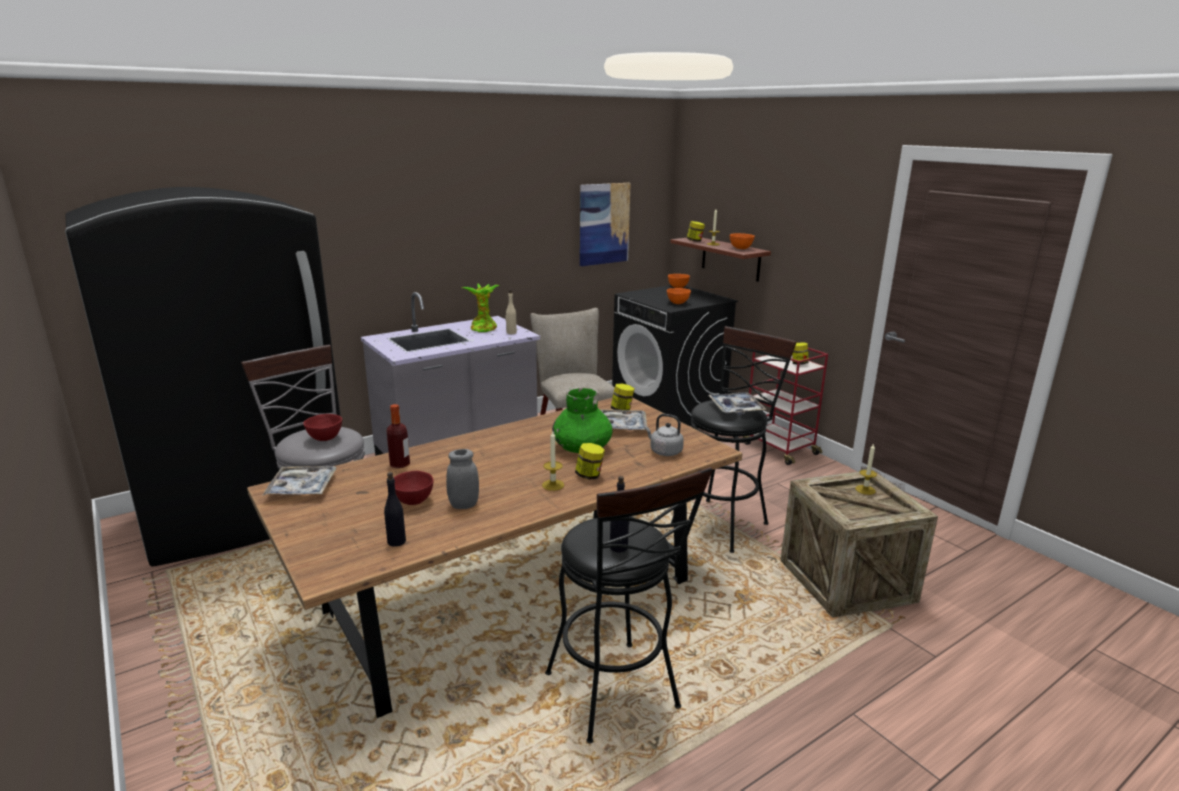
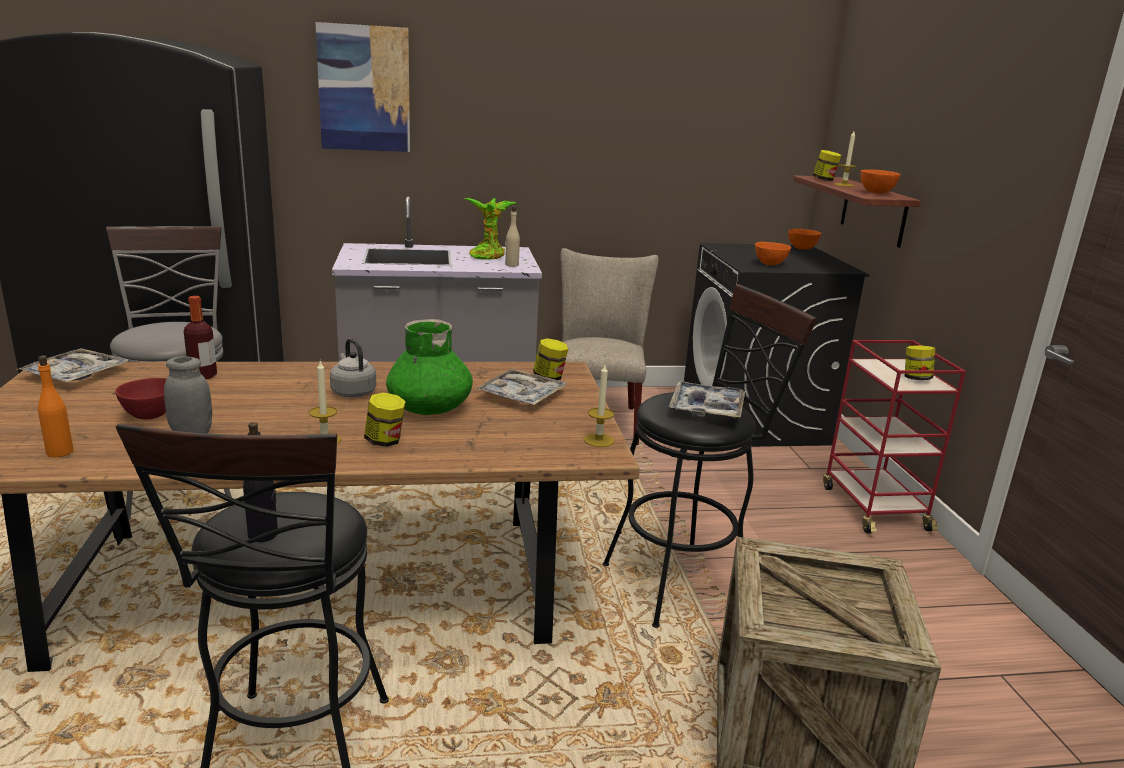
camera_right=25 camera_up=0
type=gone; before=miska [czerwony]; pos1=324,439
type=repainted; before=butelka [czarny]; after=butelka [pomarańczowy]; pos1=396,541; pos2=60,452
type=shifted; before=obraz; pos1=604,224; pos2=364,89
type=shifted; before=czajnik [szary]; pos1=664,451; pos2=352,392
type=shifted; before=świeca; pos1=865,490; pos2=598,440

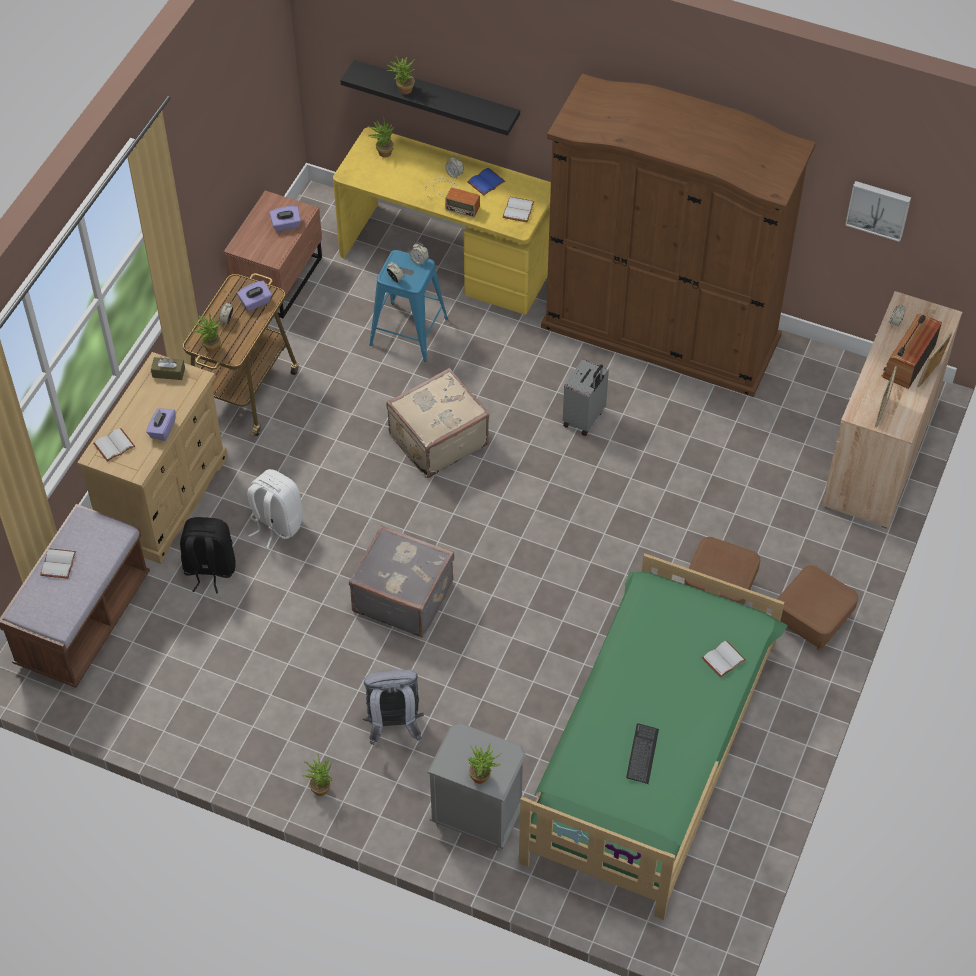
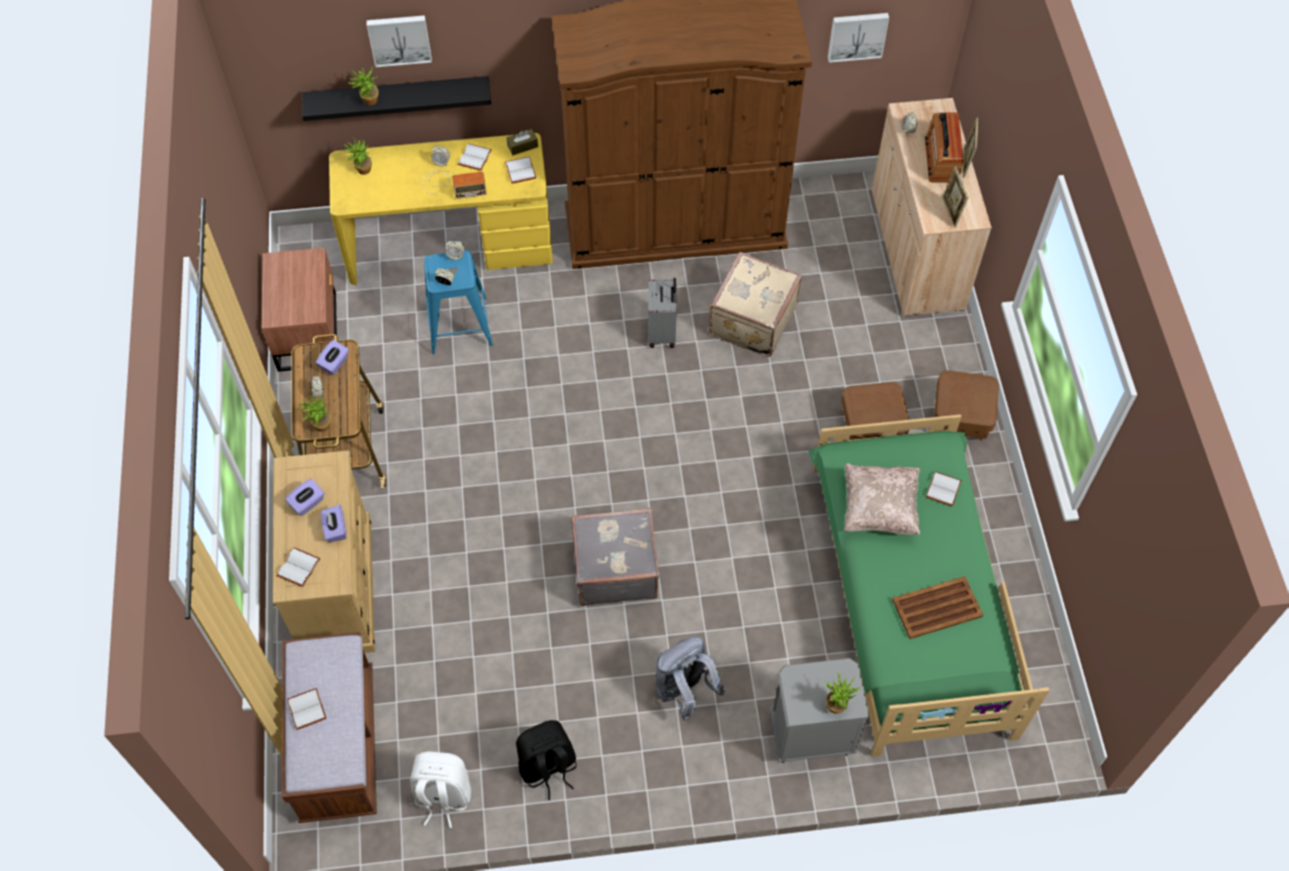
camera_right=-30 camera_up=5
type=shifted; before=pudełko chusteczek [brązowy]; pos1=168,372; pos2=522,146
type=shifted; before=plecak [czarny]; pos1=209,569; pos2=548,768
type=shifted; before=plecak [biały]; pos1=275,523; pos2=442,795
type=shifted; before=pudełko chusteczek [fioletowy]; pos1=286,225; pos2=307,503
type=gone; before=roślina doniczkowa; pos1=320,786
type=shifted; before=walizka [beżowy]; pos1=437,439; pos2=751,320
type=repainted; before=książka [niebieski]; after=książka [biały]; pos1=486,183; pos2=475,158
type=swapped; before=klawiatura; after=taca [brązowy]; pos1=642,754; pos2=936,608
type=new; after=obraz; pos2=399,39
type=new; after=poduszka [beżowy]; pos2=879,509

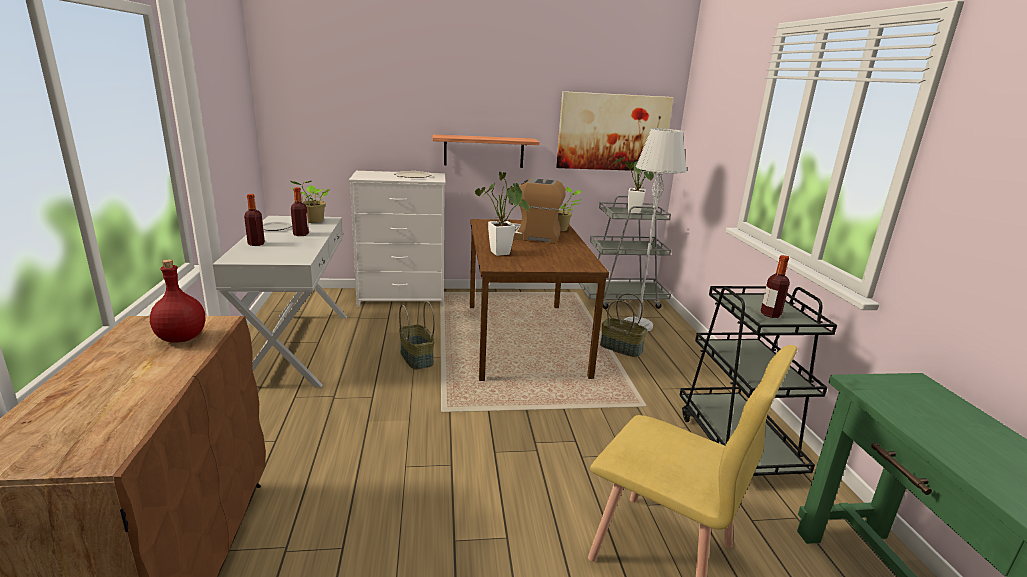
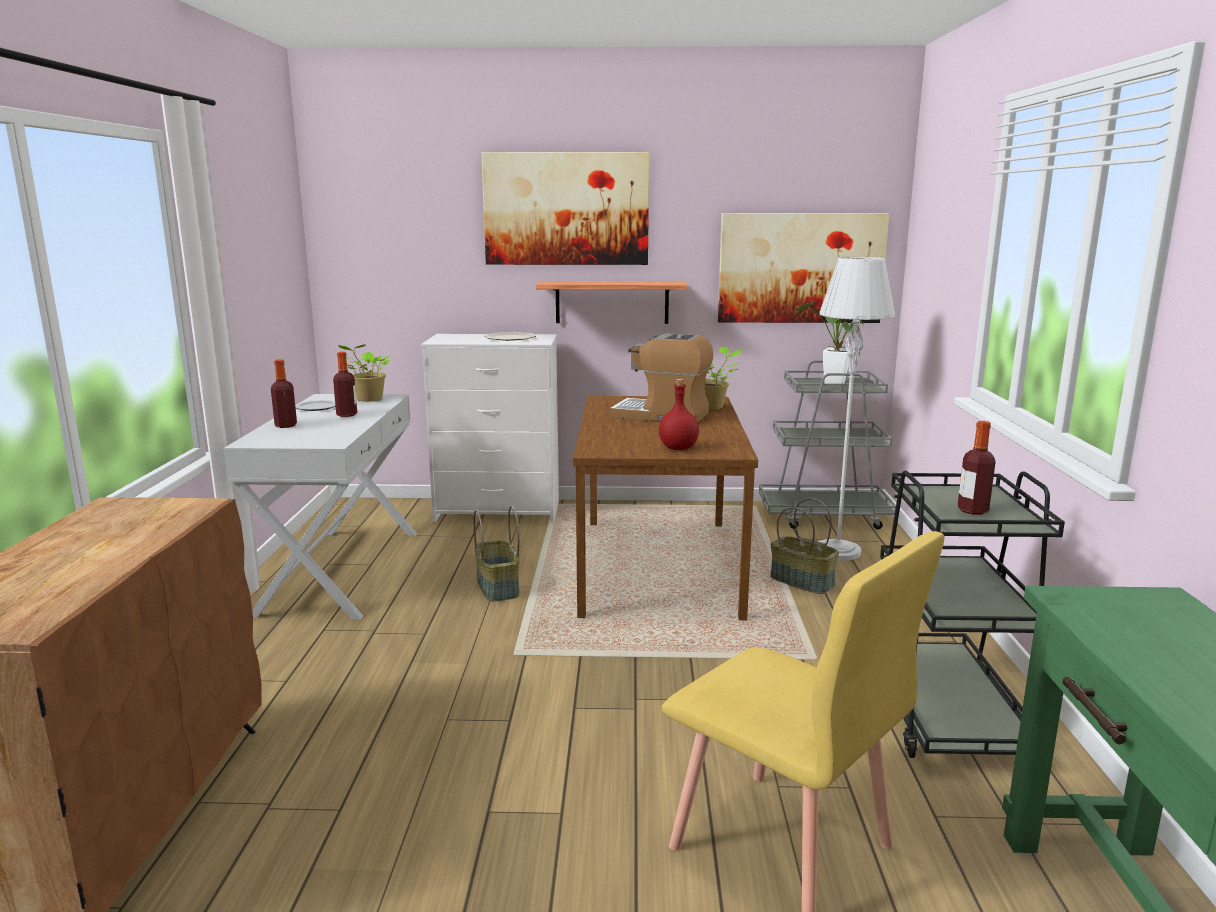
camera_right=10 camera_up=-5
type=shifted; before=butelka [czerwony]; pos1=181,338; pos2=677,448
type=gone; before=roślina doniczkowa; pos1=501,254
type=new; after=obraz; pos2=566,209

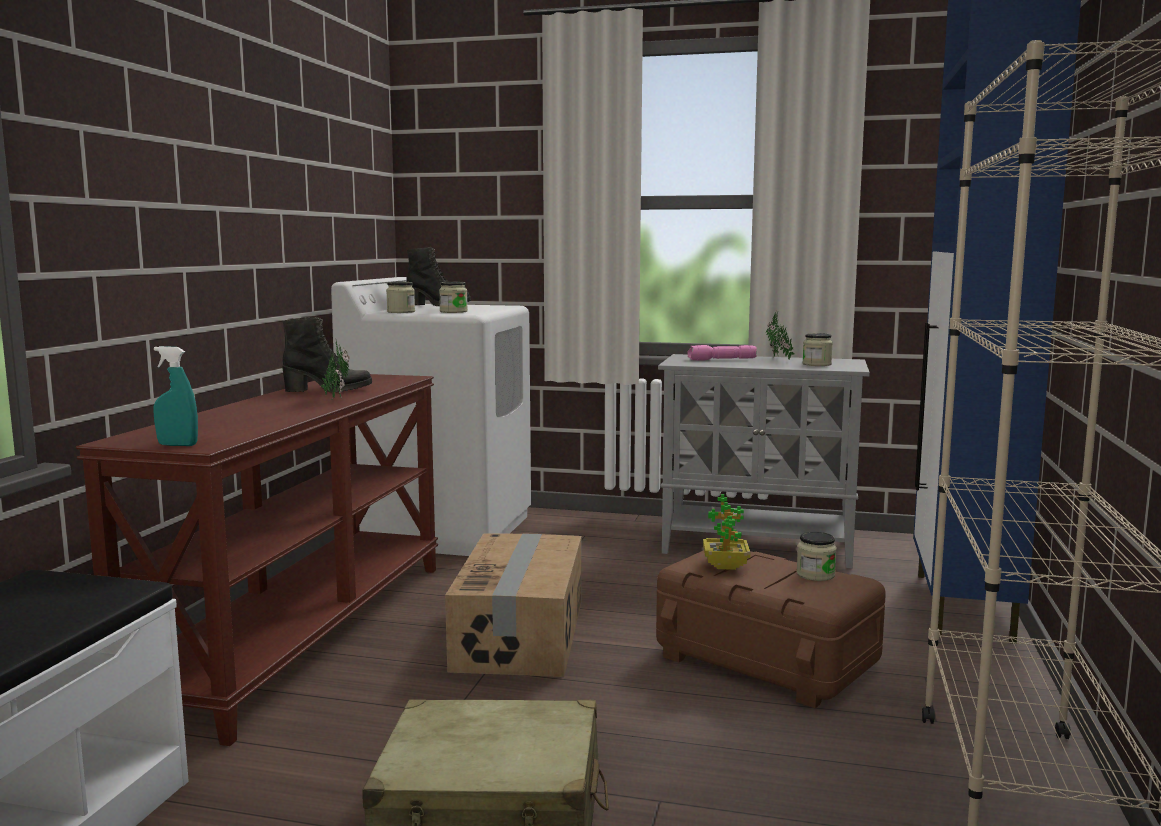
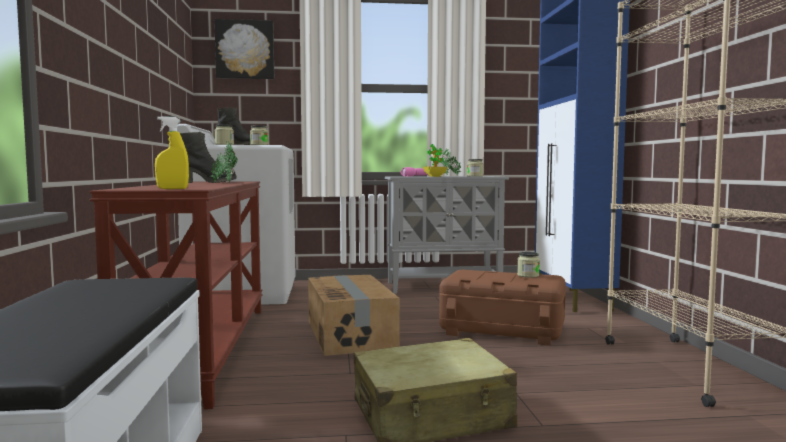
camera_right=-20 camera_up=-5
type=repainted; before=spryskiwacz [turkusowy]; after=spryskiwacz [żółty]; pos1=177,445; pos2=172,189
type=shifted; before=roślina doniczkowa; pos1=725,566; pos2=435,176
type=new; after=obraz; pos2=245,50

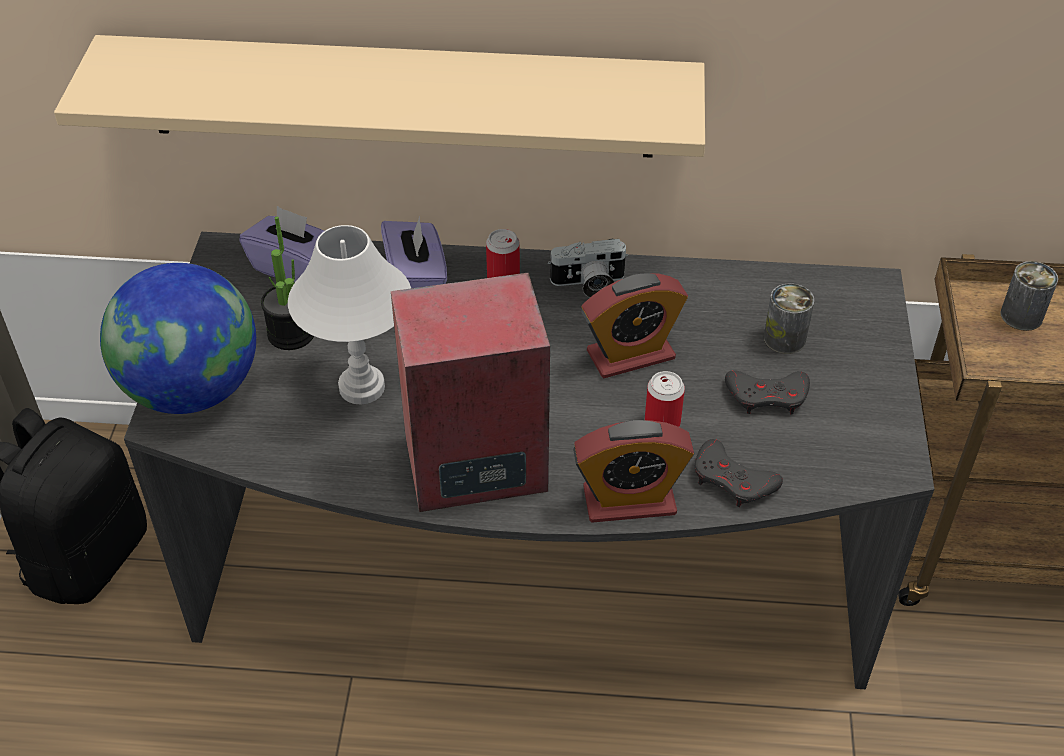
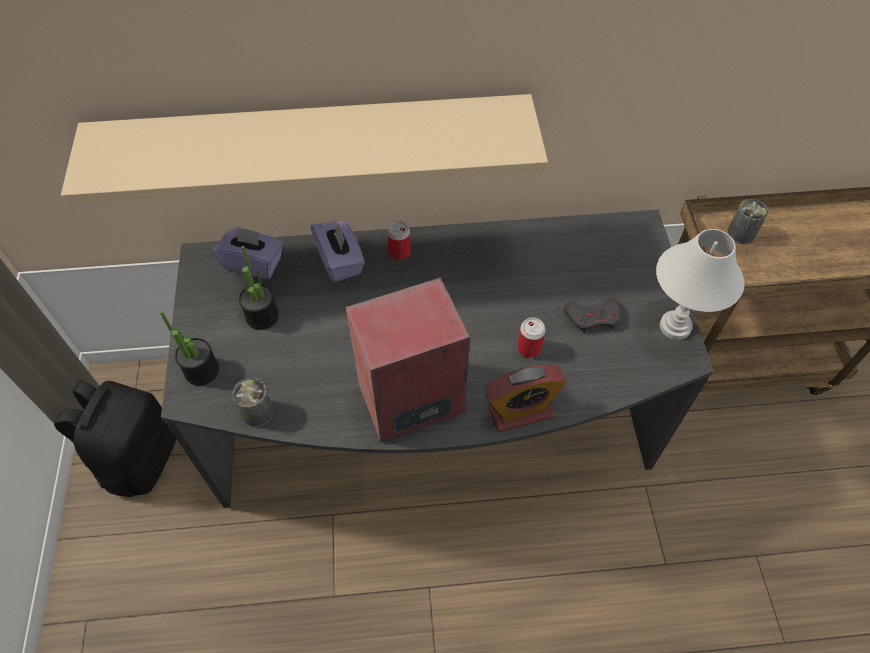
camera_right=-10 camera_up=10
type=swapped; before=globus; after=roślina doniczkowa; pos1=192,389; pos2=202,370
type=shifted; before=lampa stołowa [biały]; pos1=361,387; pos2=674,326
type=gone; before=aparat fotograficzny; pos1=589,284
type=gone; before=budzik; pos1=630,355
type=gone; before=pad do gier [szary]; pos1=733,480
type=shifted; before=puszka; pos1=784,339; pos2=258,412

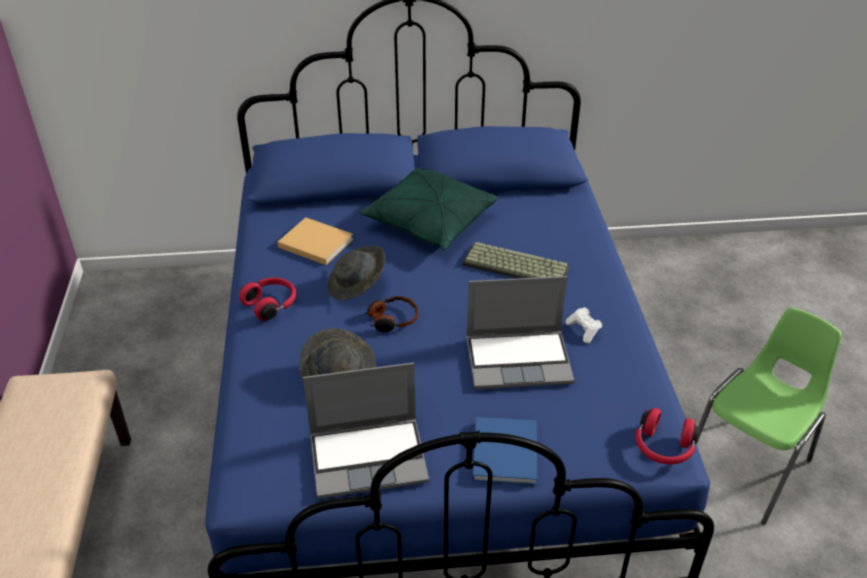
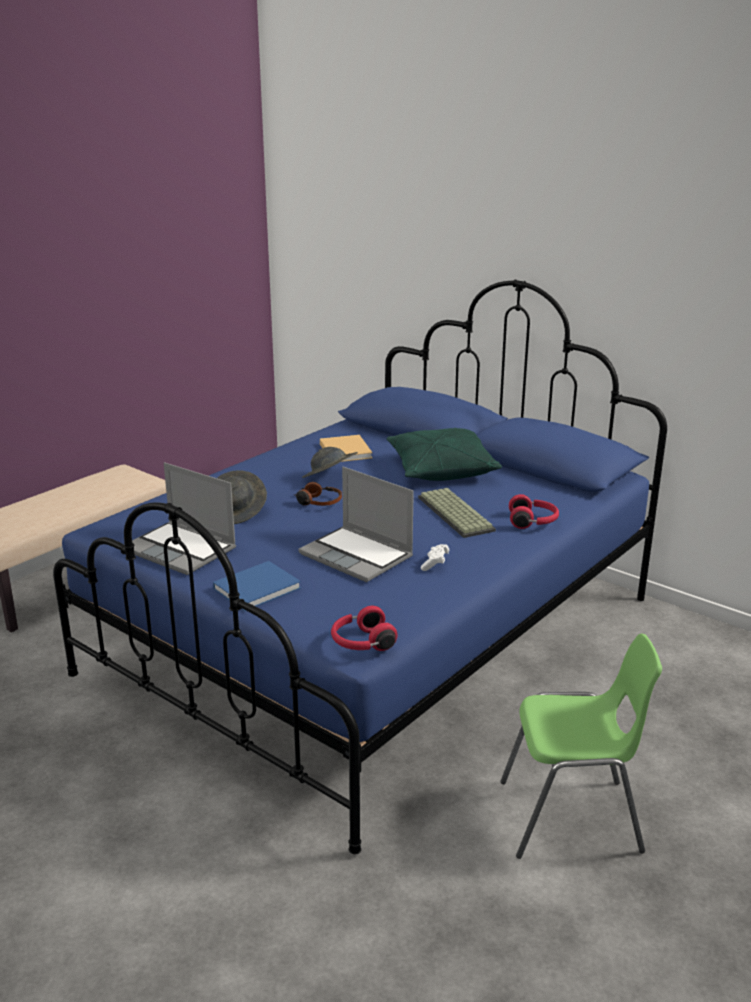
camera_right=45 camera_up=-15
type=shifted; before=słuchawki [czerwony]; pos1=271,304; pos2=533,522

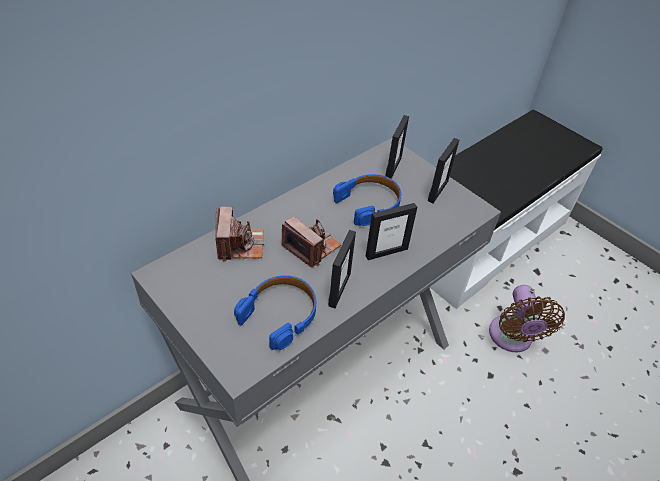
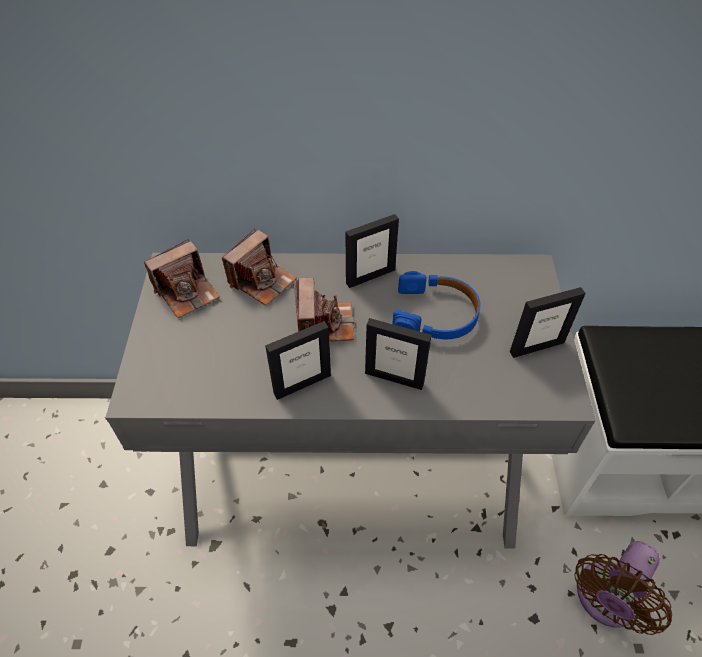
camera_right=45 camera_up=5
type=gone; before=słuchawki [niebieski]; pos1=280,314
type=shifted; before=ramka na zdjęcie; pos1=393,168; pos2=370,276
type=new; after=aparat fotograficzny; pos2=187,292

